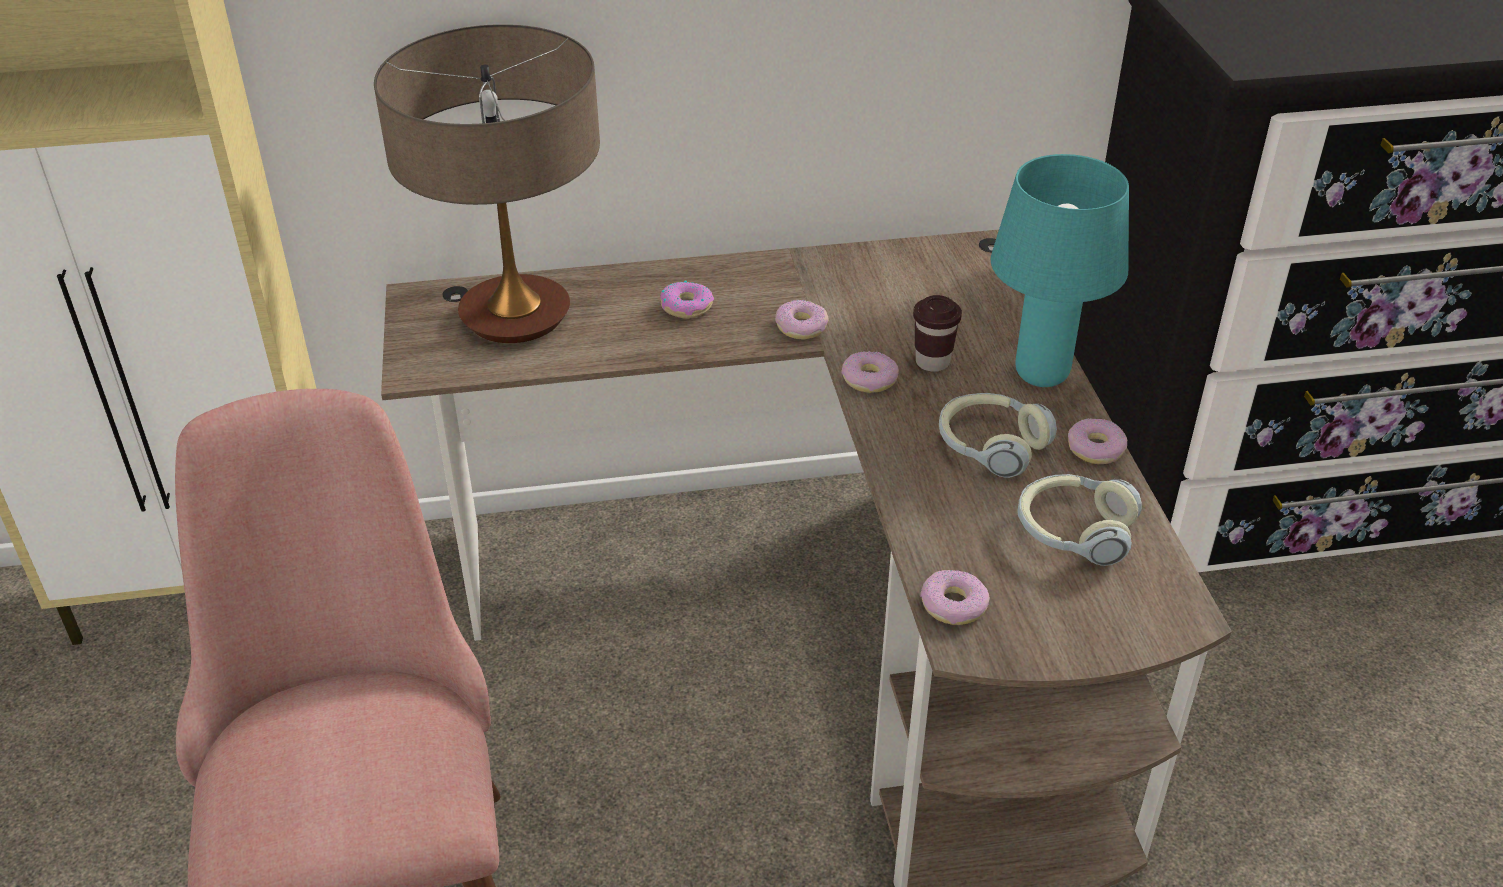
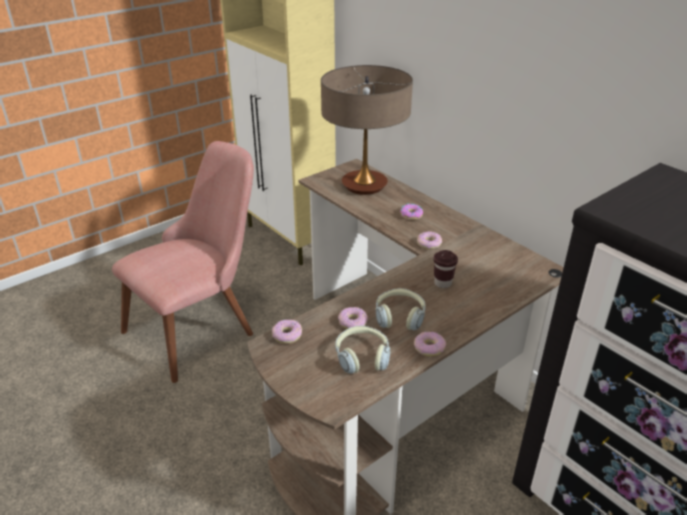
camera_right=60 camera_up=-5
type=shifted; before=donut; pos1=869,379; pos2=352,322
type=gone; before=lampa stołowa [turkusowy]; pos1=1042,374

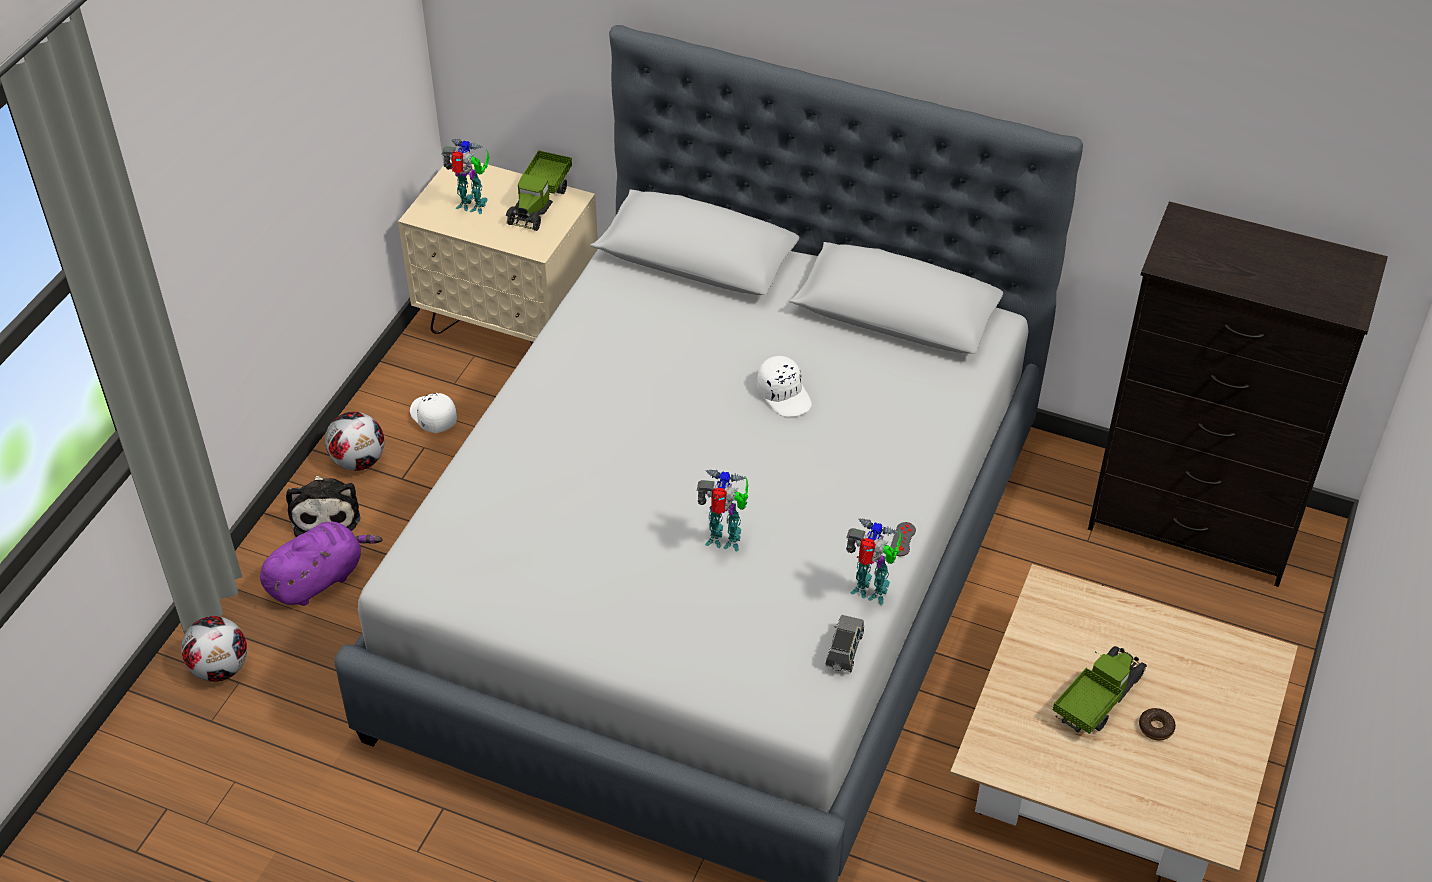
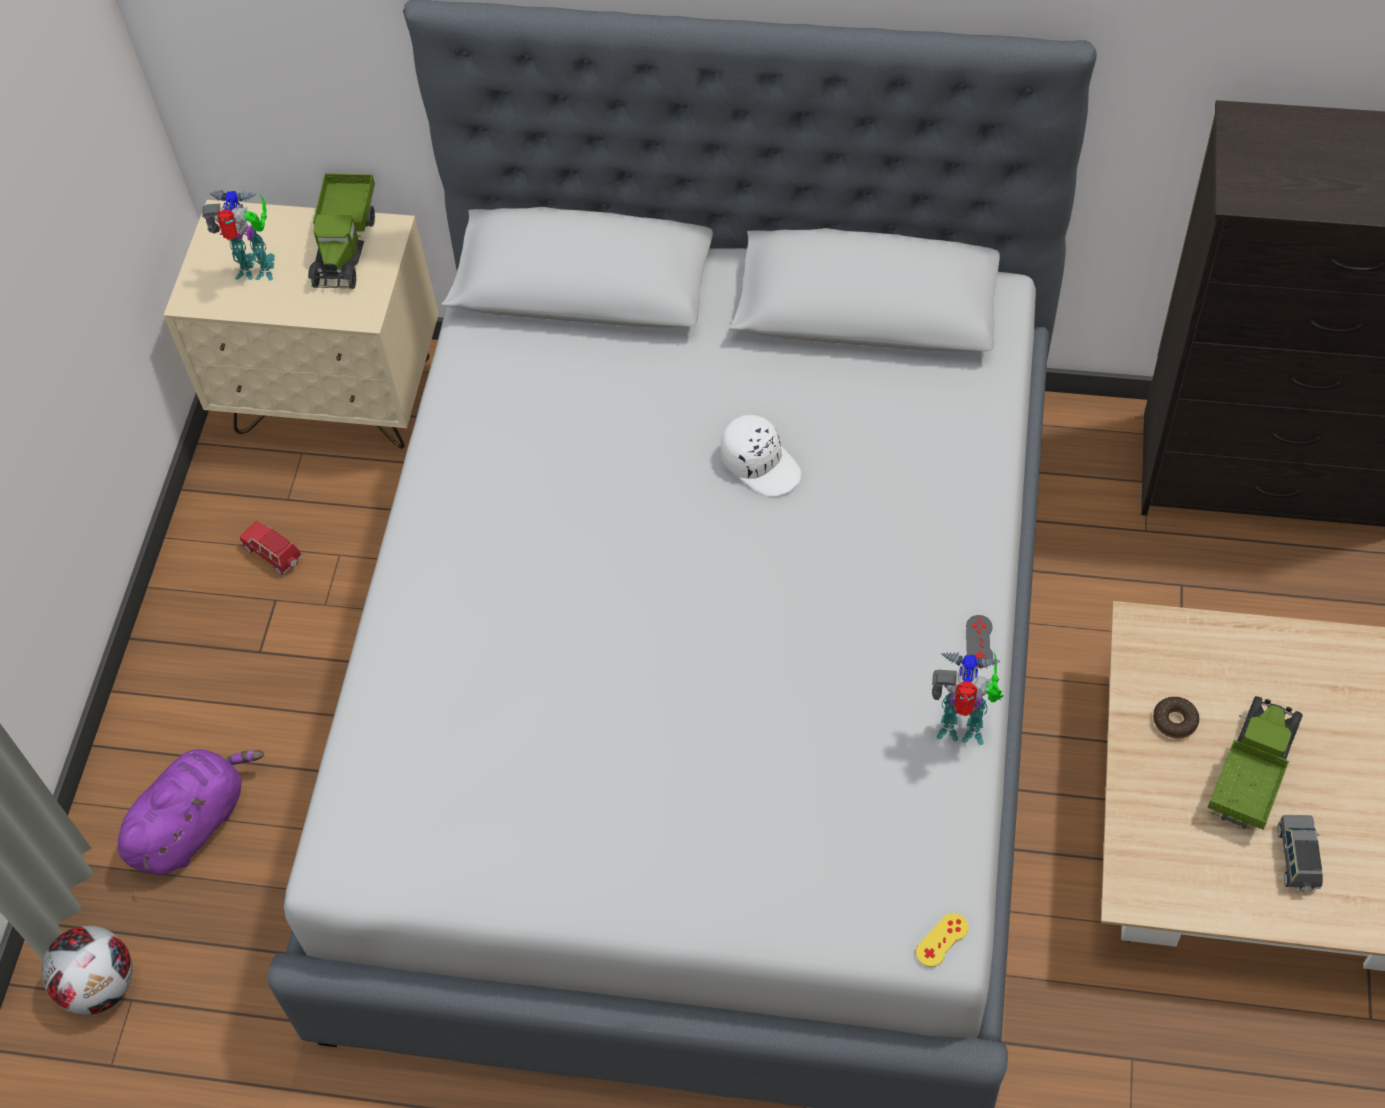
camera_right=-10 camera_up=10
type=gone; before=pluszak; pos1=325,512
type=gone; before=piłka futbolowa; pos1=359,460
type=swapped; before=czapka z daszkiem [biały]; after=samochodzik [czerwony]; pos1=432,417; pos2=274,554
type=gone; before=robot zabawkowy; pos1=725,541
type=shifted; before=samochodzik [szary]; pos1=844,651; pos2=1297,859
type=shifted; before=donut; pos1=1156,727; pos2=1174,721
type=new; after=pad do gier [żółty]; pos2=942,940

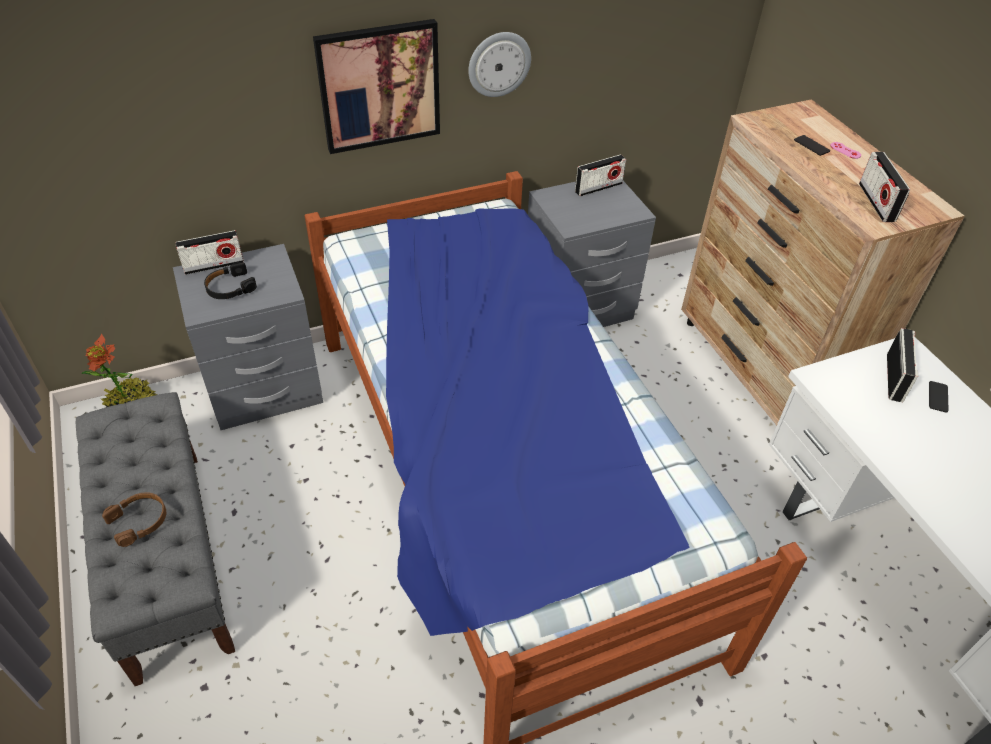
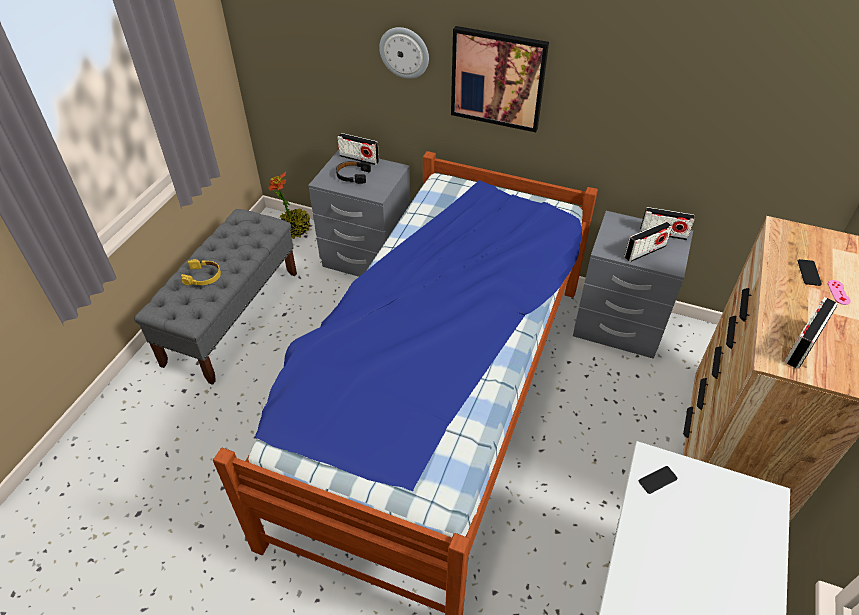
camera_right=45 camera_up=0
type=repainted; before=słuchawki [brązowy]; after=słuchawki [żółty]; pos1=139,521; pos2=203,276
type=shifted; before=zegar ścienny; pos1=499,64; pos2=404,52
type=shifted; before=radio; pos1=894,378; pos2=645,251
type=shifted; before=telefon; pos1=938,397; pos2=657,480

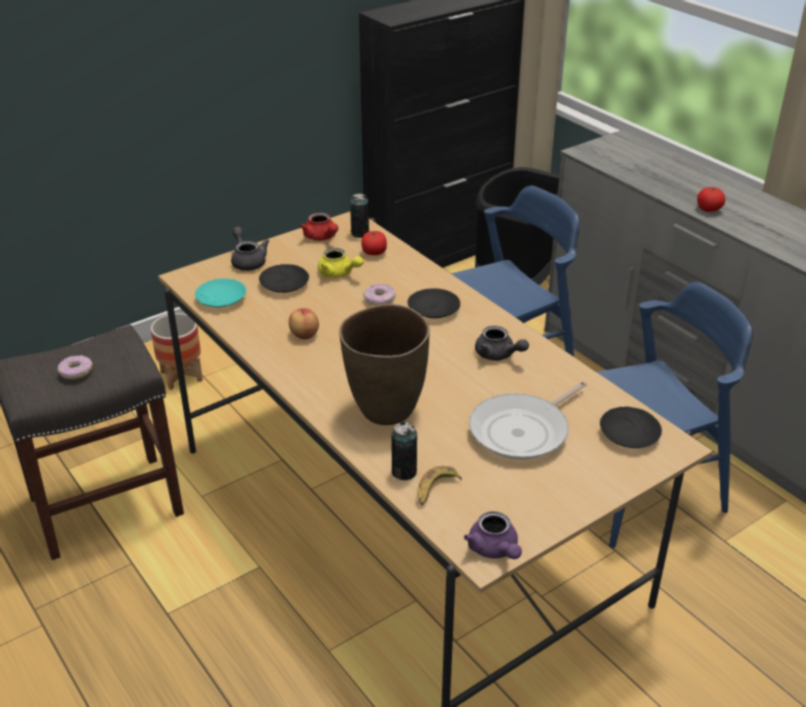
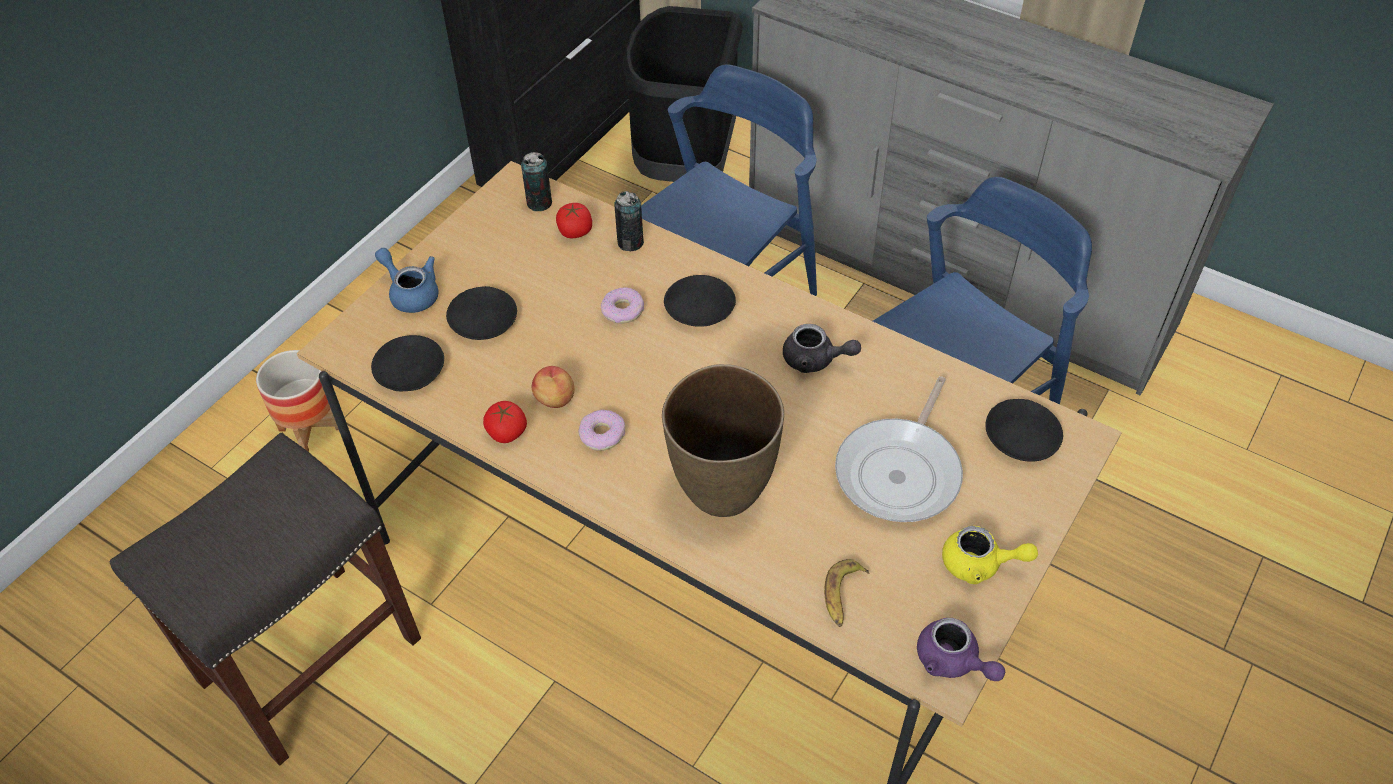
camera_right=-20 camera_up=15
type=shifted; before=donut; pos1=75,371; pos2=602,435
type=repainted; before=talerz [turkusowy]; after=talerz [czarny]; pos1=221,299; pos2=409,371
type=repainted; before=imbryk [szary]; after=imbryk [niebieski]; pos1=248,261; pos2=411,293
type=gone; before=imbryk [czerwony]; pos1=321,237
type=shifted; before=imbryk [żółty]; pos1=338,274; pos2=980,564
type=shifted; before=puszka; pos1=404,472; pos2=630,243
type=shifted; before=pomidor; pos1=708,209; pos2=506,432

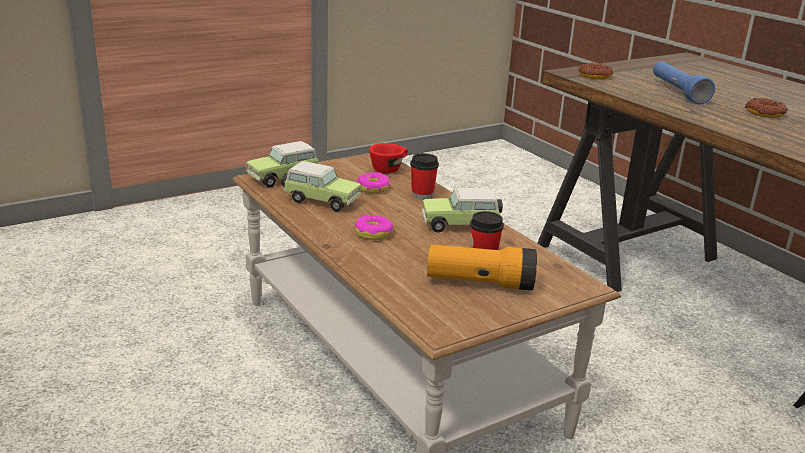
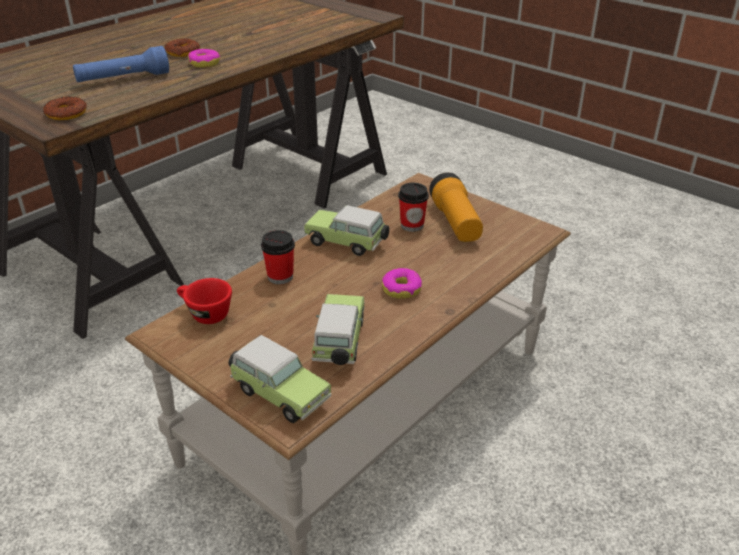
camera_right=-105 camera_up=10
type=shifted; before=donut; pos1=373,188; pos2=204,63
type=rotated; before=samochodzik; pos1=462,225; pos2=347,243; turn=135

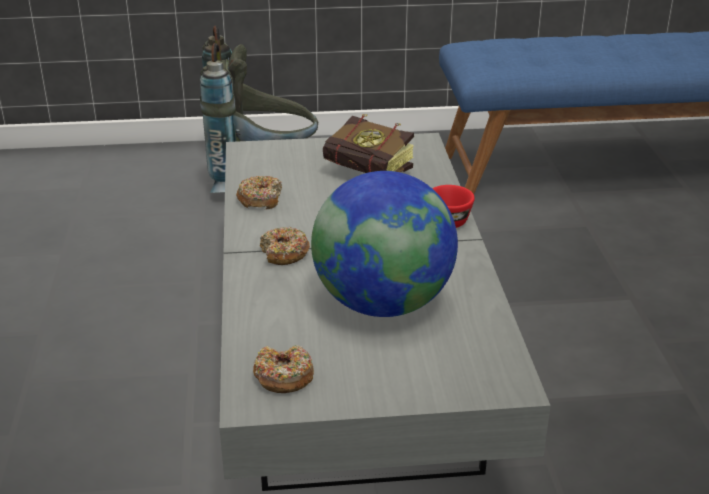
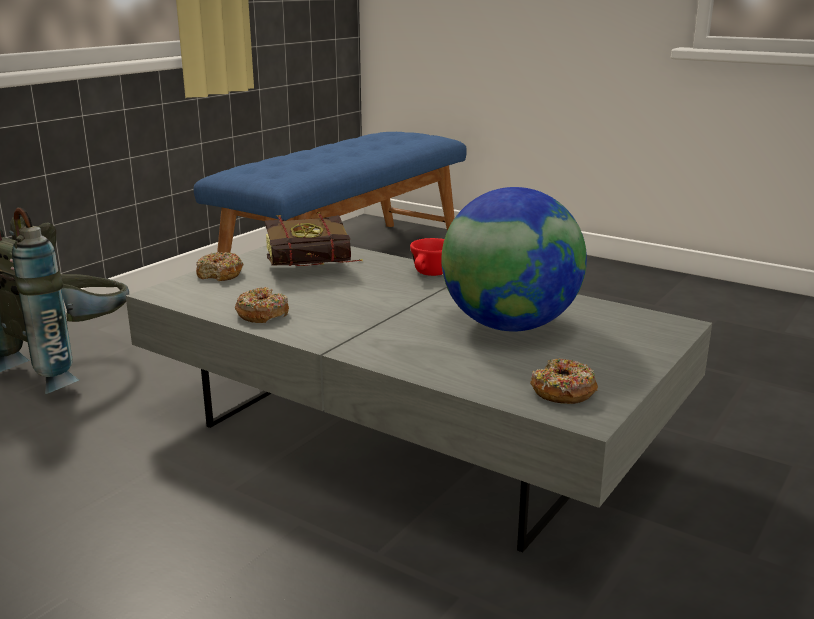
camera_right=-50 camera_up=-10
type=shifted; before=donut; pos1=284,253; pos2=220,274

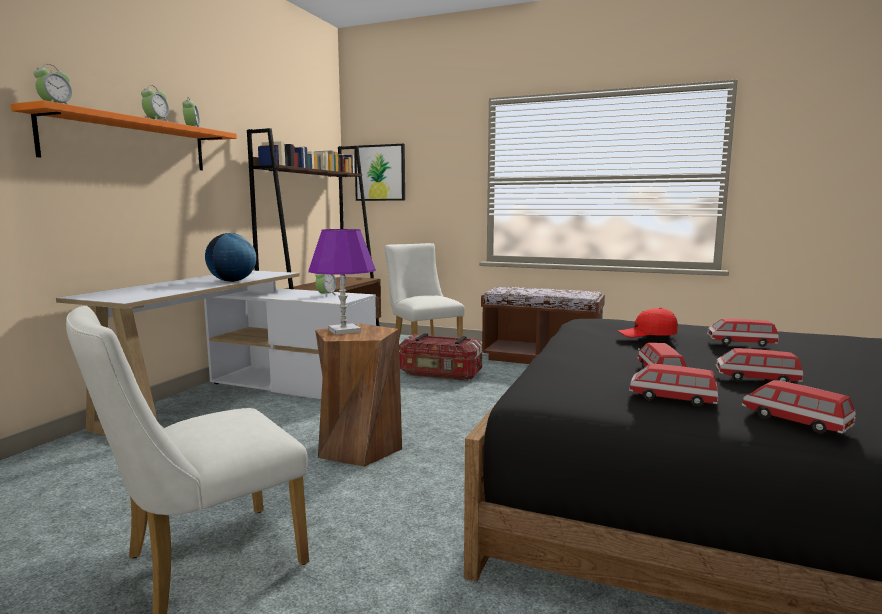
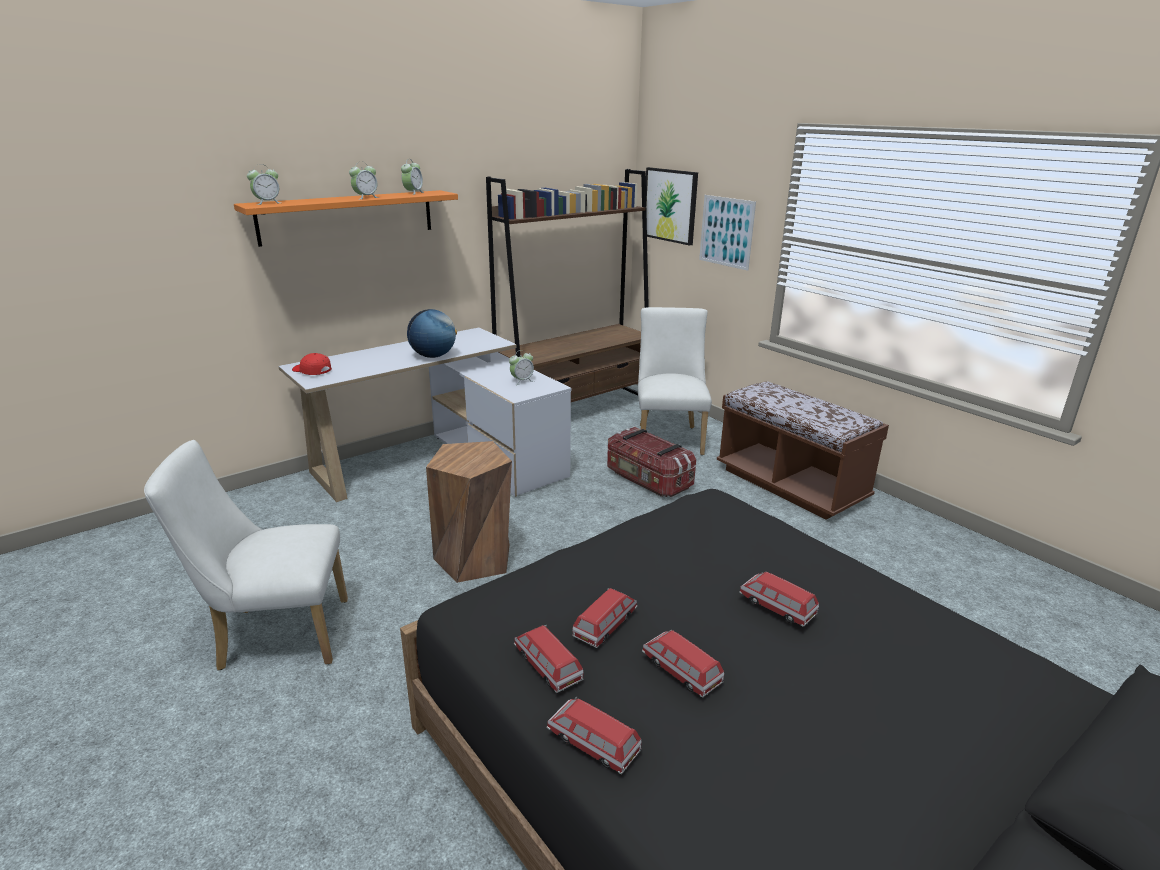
camera_right=30 camera_up=15
type=gone; before=lampa stołowa [fioletowy]; pos1=344,330
type=shifted; before=czapka z daszkiem [czerwony]; pos1=647,334; pos2=312,371
type=rotated; before=samochodzik; pos1=795,421; pos2=593,744; turn=-45
type=new; after=obraz; pos2=726,232

